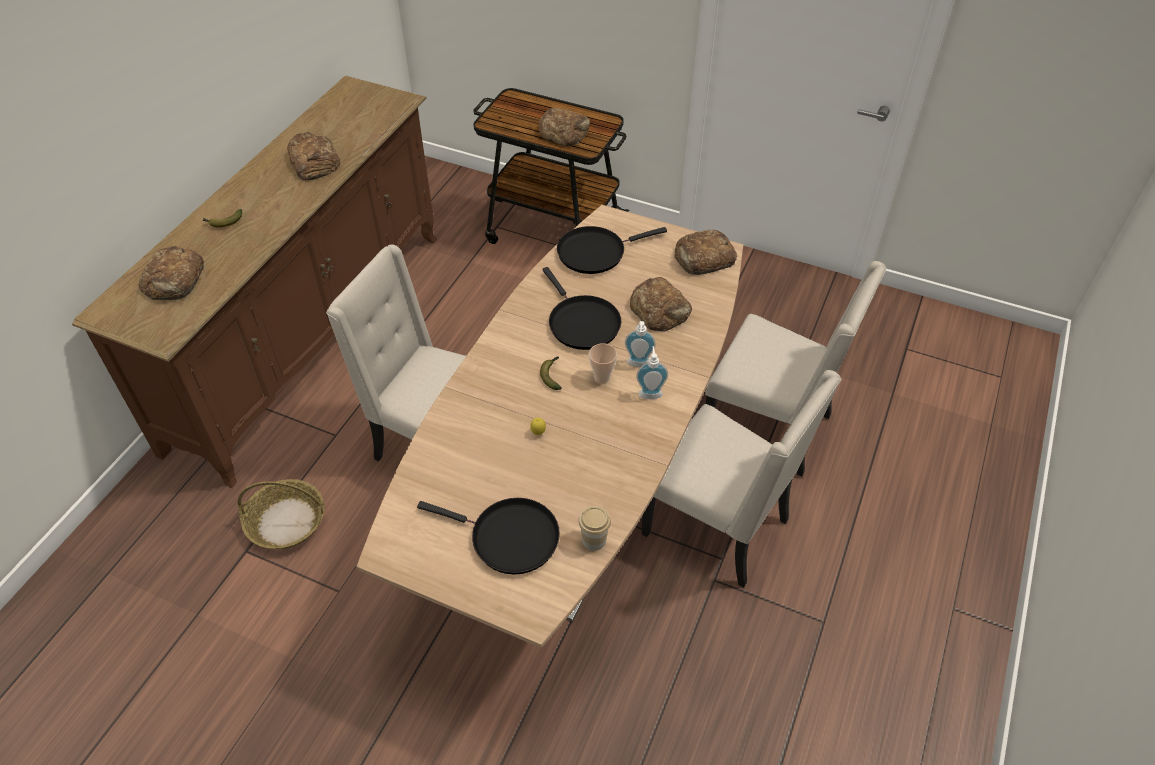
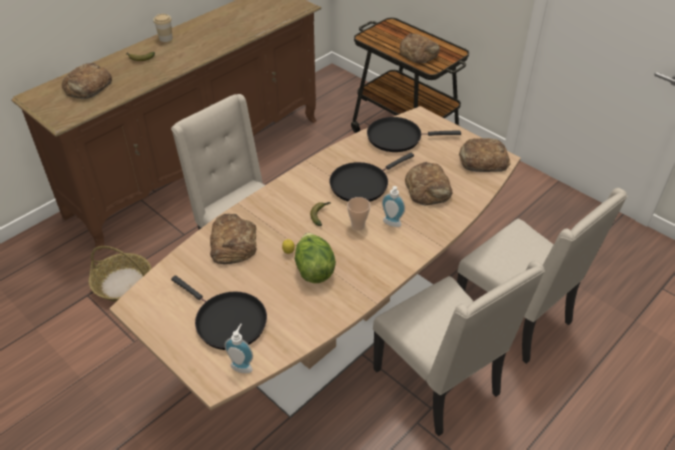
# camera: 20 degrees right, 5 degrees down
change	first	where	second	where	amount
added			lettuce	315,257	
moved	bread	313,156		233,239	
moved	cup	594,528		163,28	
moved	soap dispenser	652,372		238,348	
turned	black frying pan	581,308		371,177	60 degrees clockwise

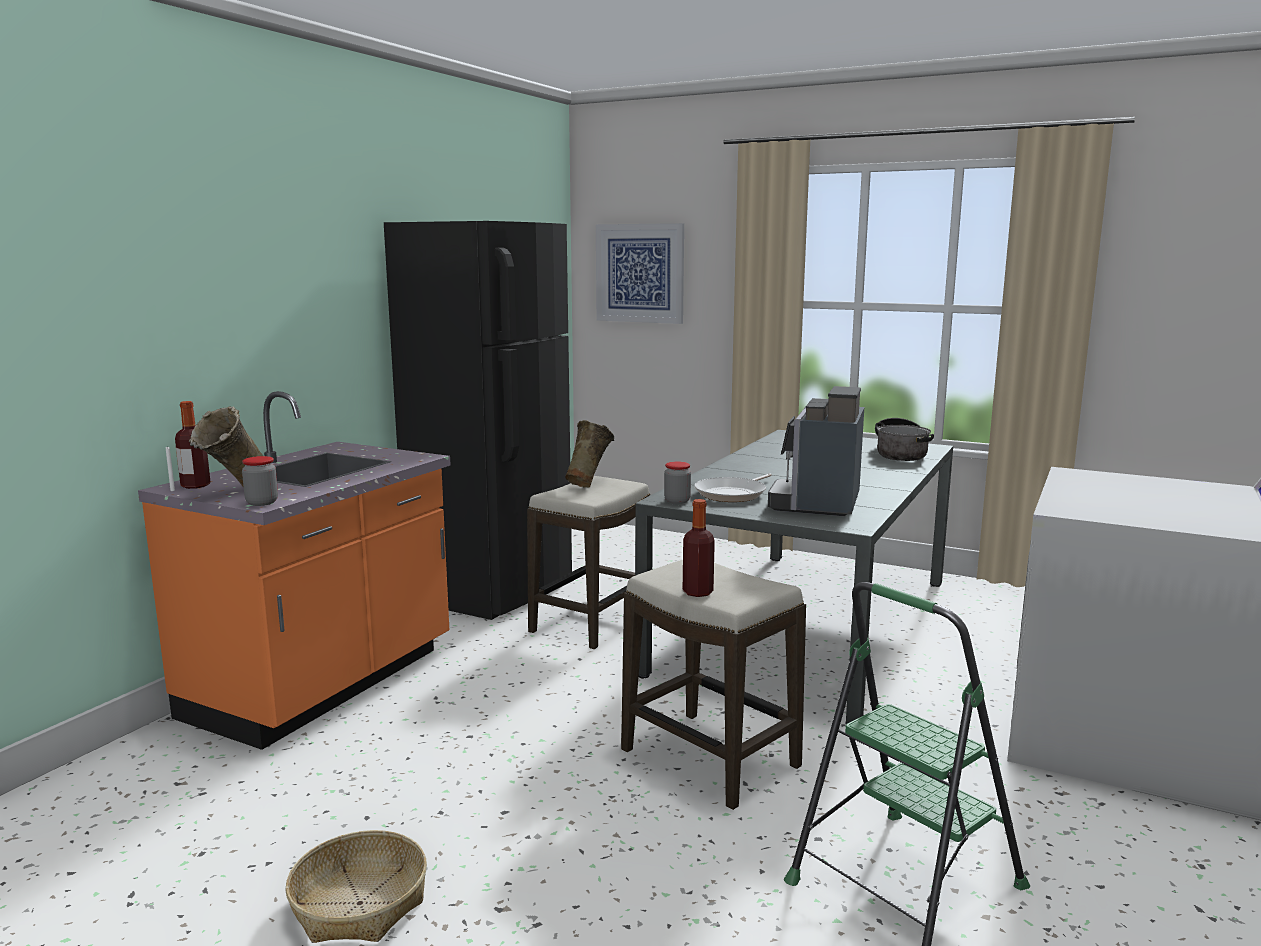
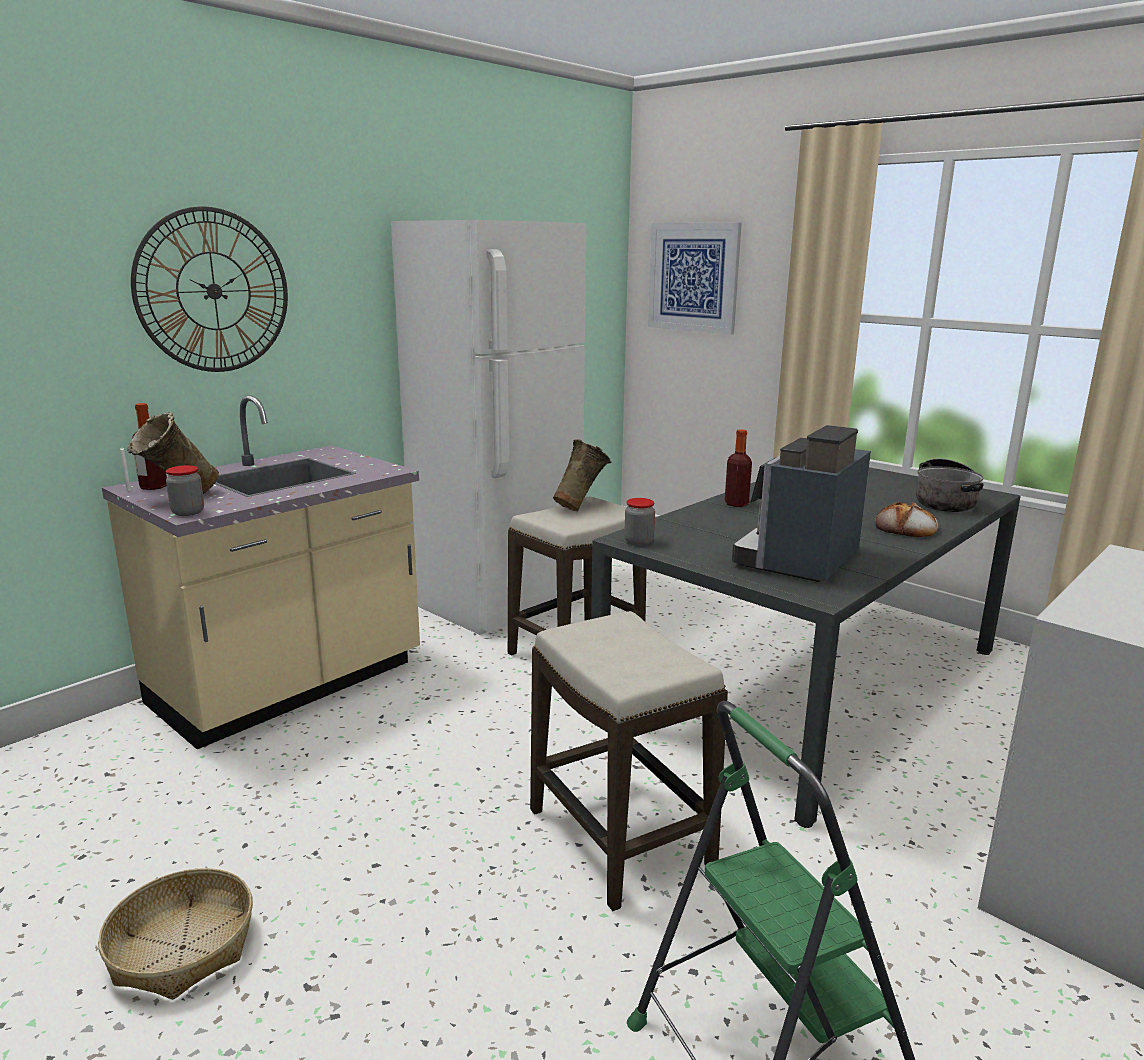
# camera: 15 degrees right, 5 degrees up
change	first	where	second	where	amount
removed	frying pan	733,487			
added			wall clock	209,289	
added			bread	906,519	
moved	bottle	699,548		738,468	
recoloured	orange counter	294,570	beige counter	261,572	
recoloured	black fridge	478,420	white fridge	489,427	

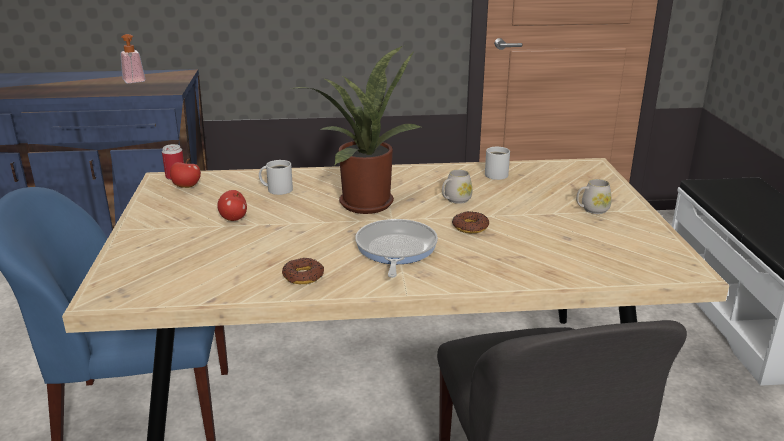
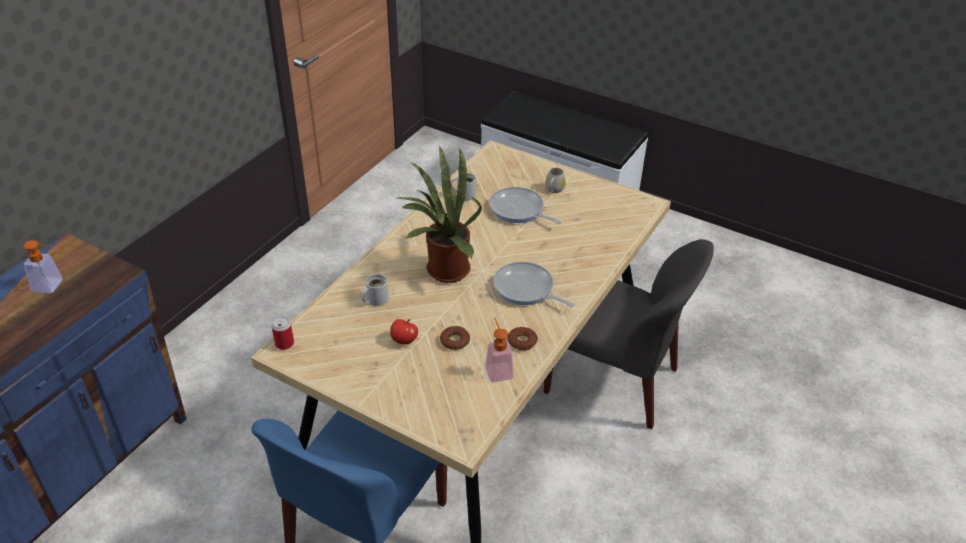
# camera: 55 degrees left, 15 degrees up
change	first	where	second	where	amount
removed	apple	185,173			
removed	white mug	457,186			
added			soap dispenser	499,349	
added			frying pan	525,205	
moved	donut	470,222		455,338	

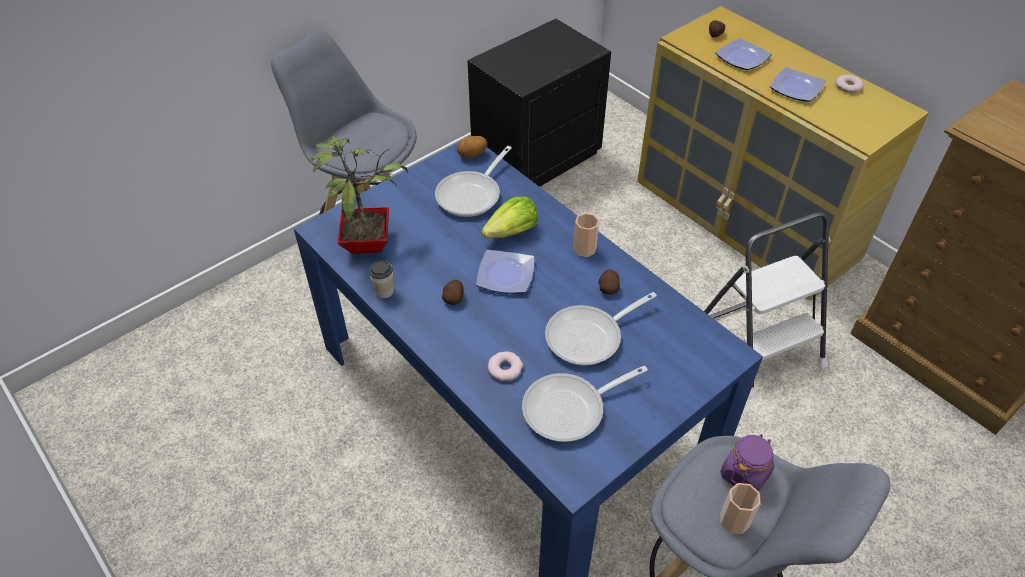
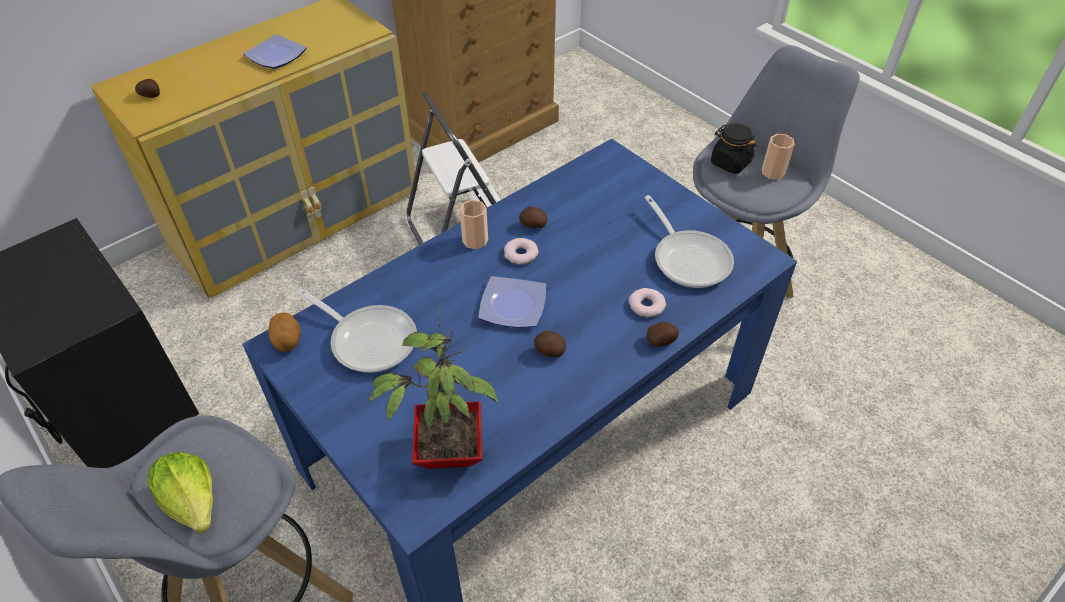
# camera: 90 degrees left, 0 degrees up
change	first	where	second	where	amount
removed	cup	381,279			
removed	frying pan	601,329			
removed	plate	743,54			
added			potato	663,334	
moved	lettuce	509,217		180,492	
moved	donut	850,84		521,251	
recoloured	purple jar	747,463	black jar	733,148	

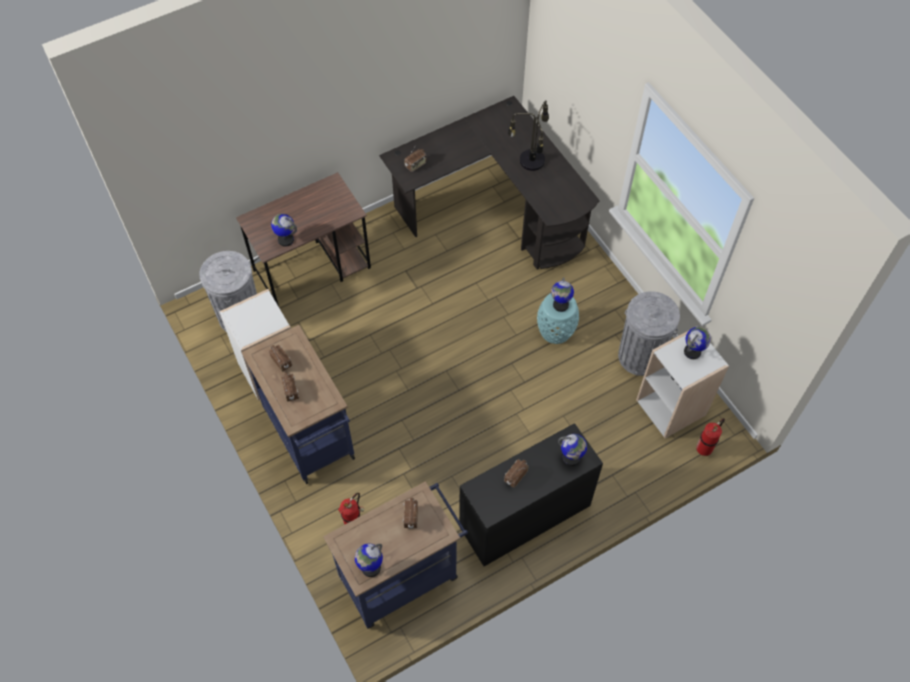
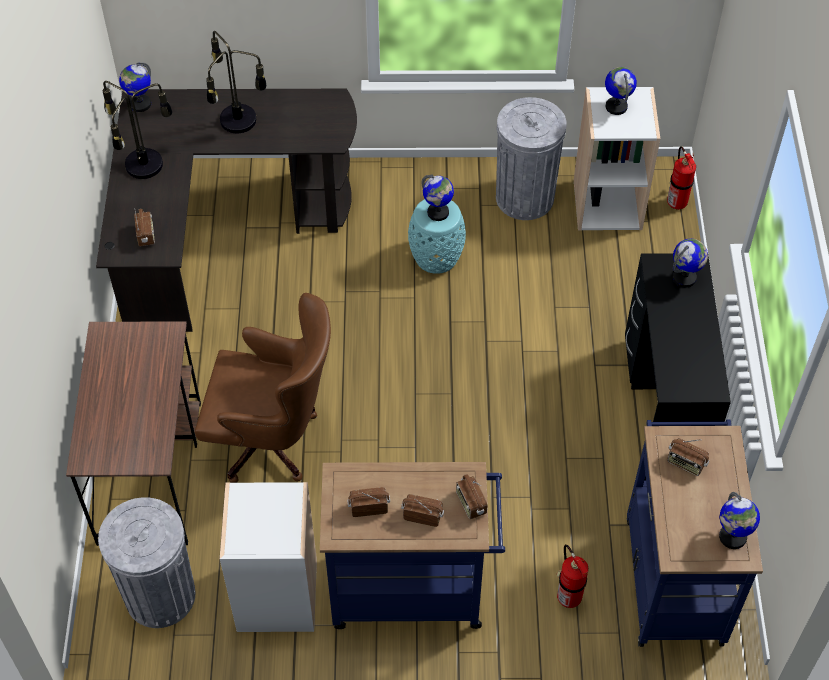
# camera: 60 degrees left, 5 degrees down
change	first	where	second	where	amount
added			table lamp	137,130	
added			brown office chair	263,388	
moved	globe	284,230		135,87	
moved	radio	516,473		471,496	

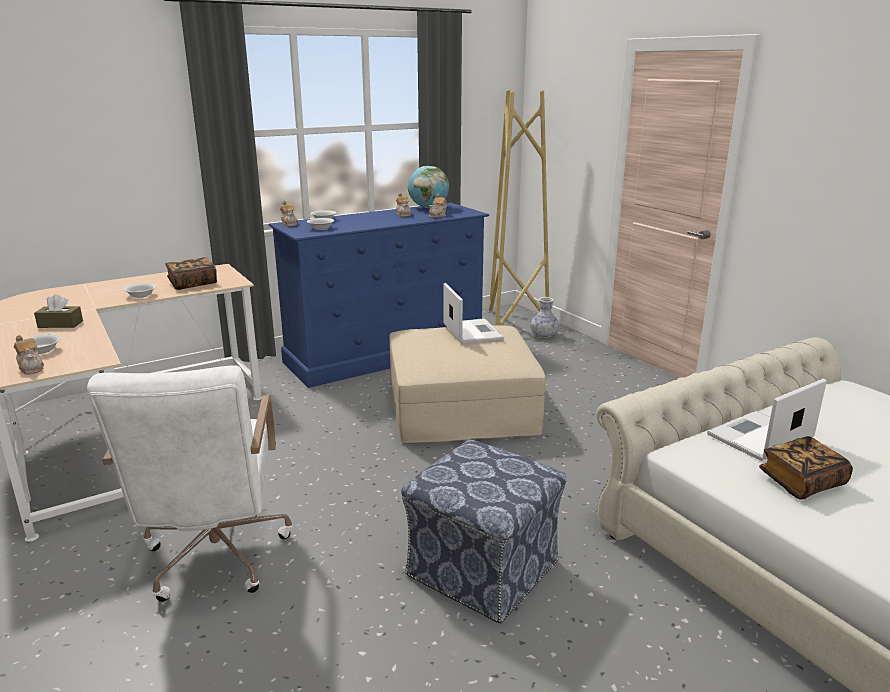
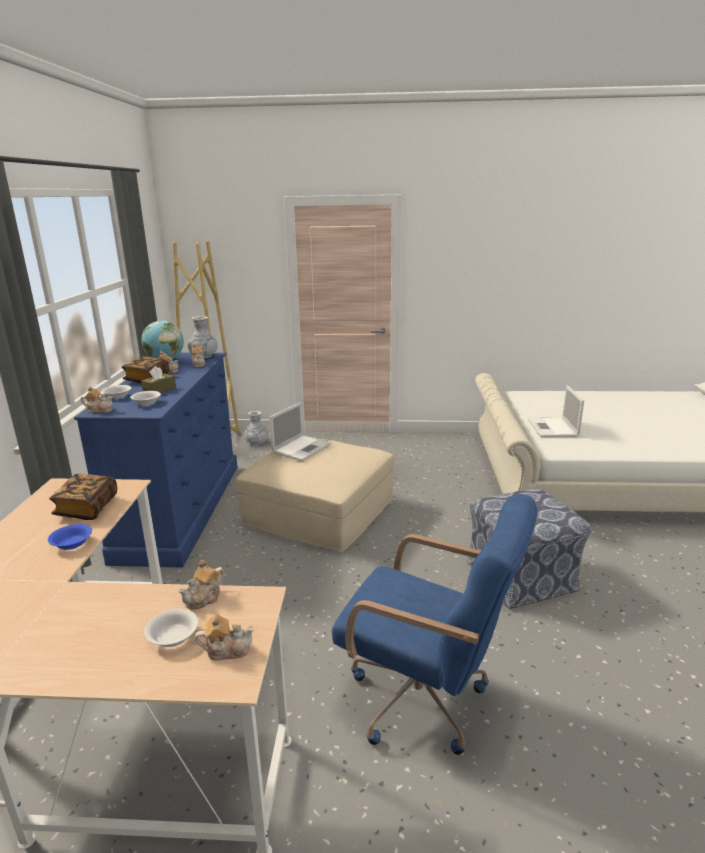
# camera: 55 degrees left, 0 degrees up
change	first	where	second	where	amount
added			teapot	201,585	
added			vase	203,337	
moved	brown tissue box	58,311		158,379	
moved	book	806,468		145,370	
recoloured	white office chair	190,483	blue office chair	434,624	
recoloured	white bowl	139,290	blue bowl	70,537	
turned	laptop	473,313		300,431	105 degrees clockwise

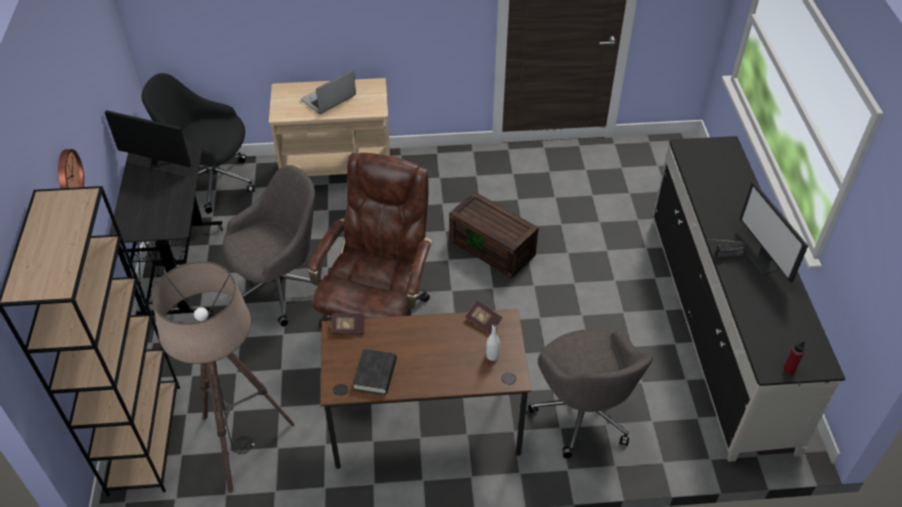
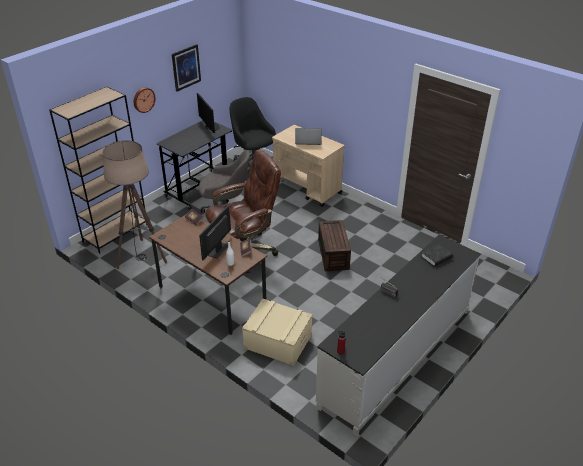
# camera: 45 degrees right, 10 degrees down
change	first	where	second	where	amount
added			picture	186,68	
moved	black book	375,372		437,255	
moved	monitor	774,232		215,232	
replaced	grey office chair	590,393	beige storage box	277,332	

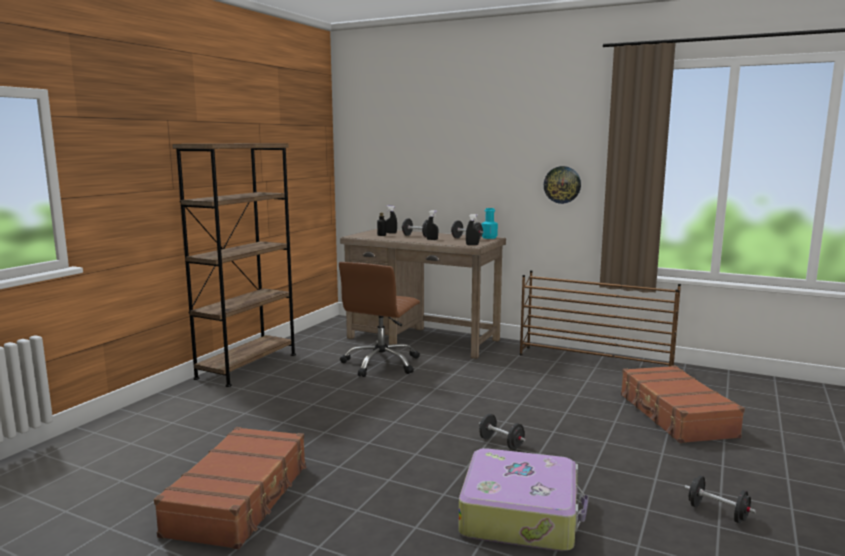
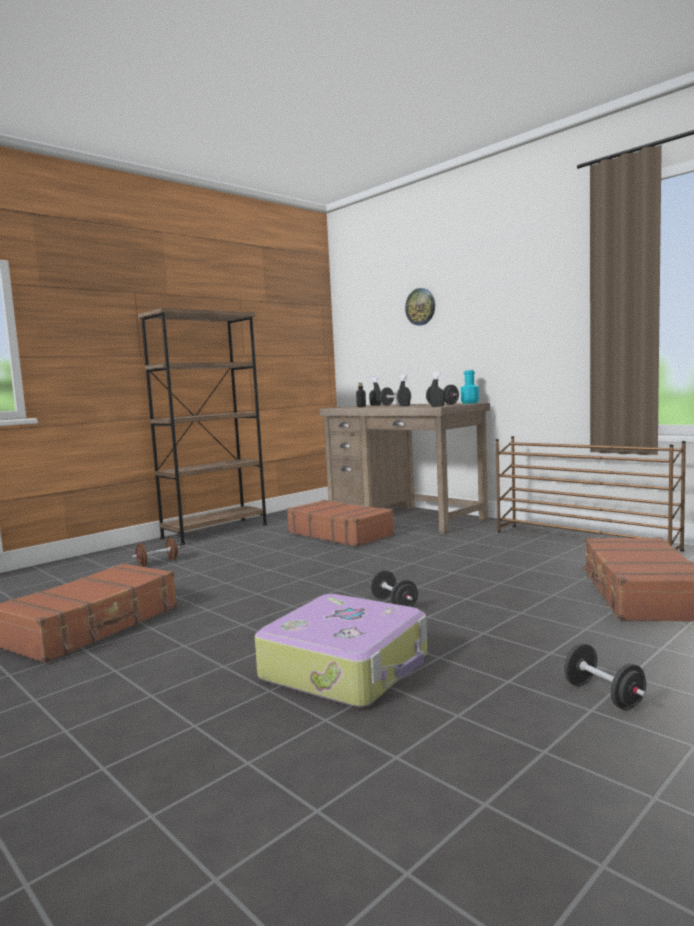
# camera: 20 degrees right, 5 degrees down
change	first	where	second	where	amount
added			brown dumbbell	156,552	
moved	wall clock	562,185		420,307	
replaced	brown office chair	379,319	brown suitcase	341,523	

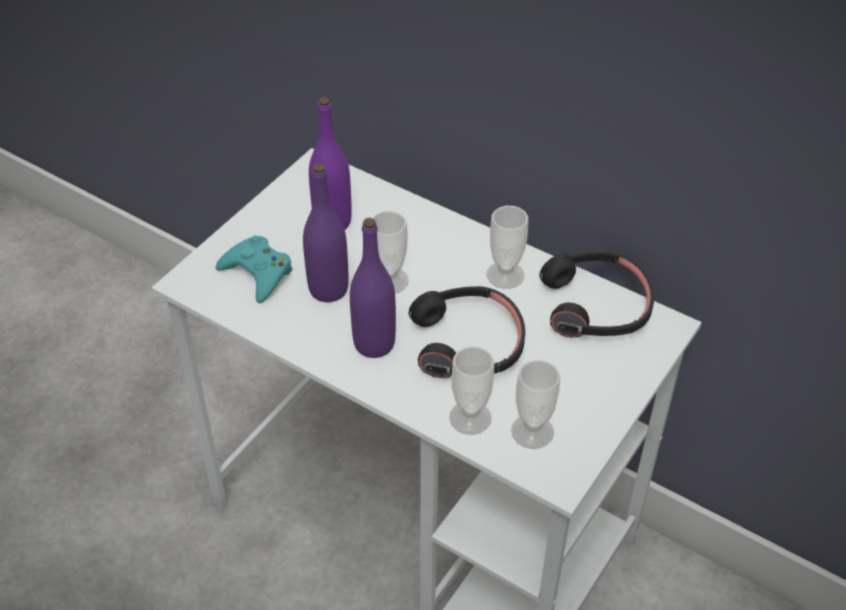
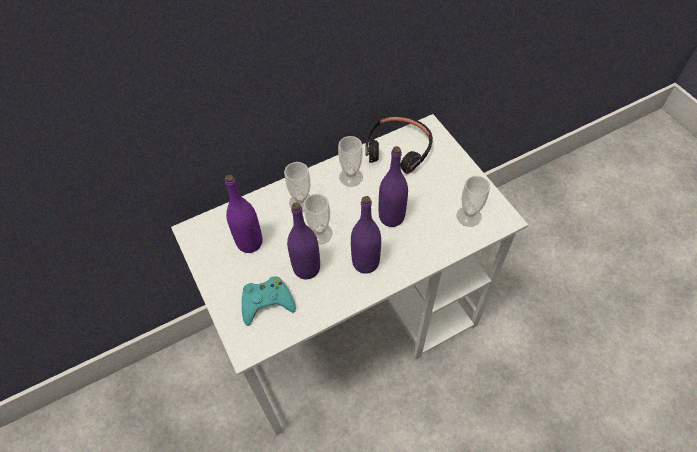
# camera: 60 degrees left, 10 degrees up
change	first	where	second	where	amount
moved	cup	471,390		297,187	
replaced	black headphones	467,332	purple bottle	393,186	

